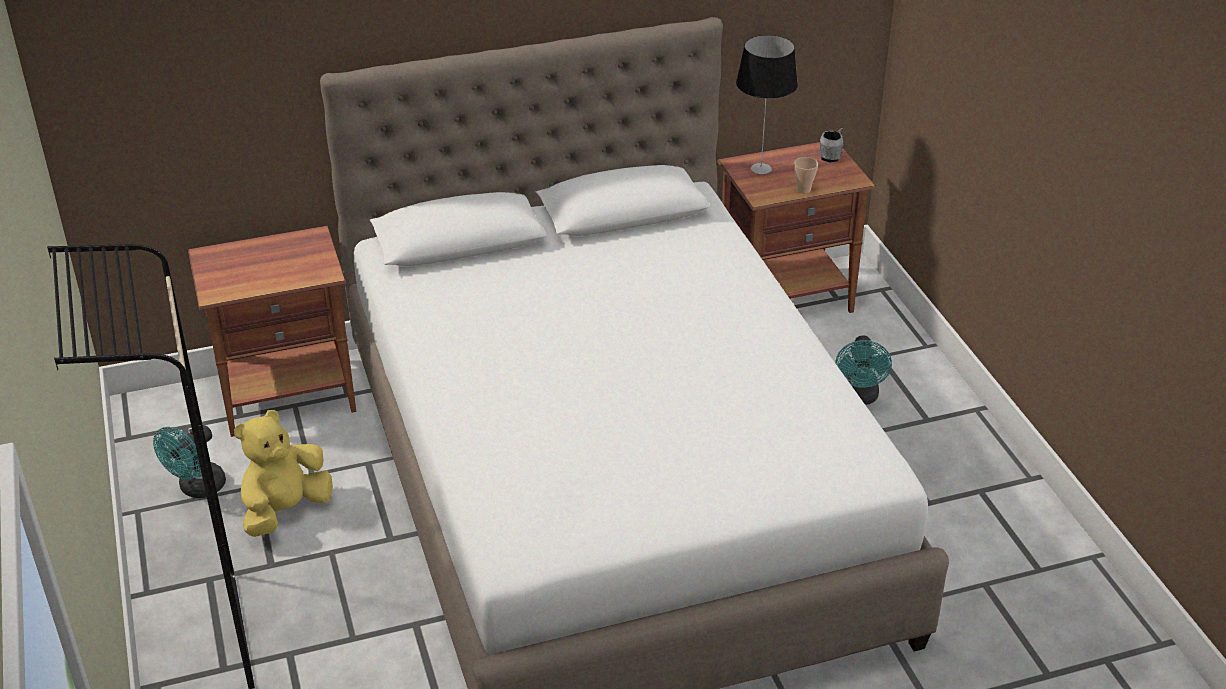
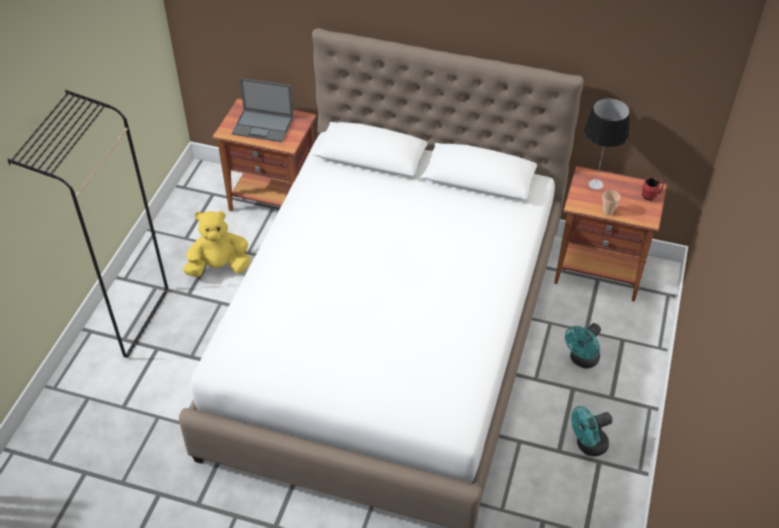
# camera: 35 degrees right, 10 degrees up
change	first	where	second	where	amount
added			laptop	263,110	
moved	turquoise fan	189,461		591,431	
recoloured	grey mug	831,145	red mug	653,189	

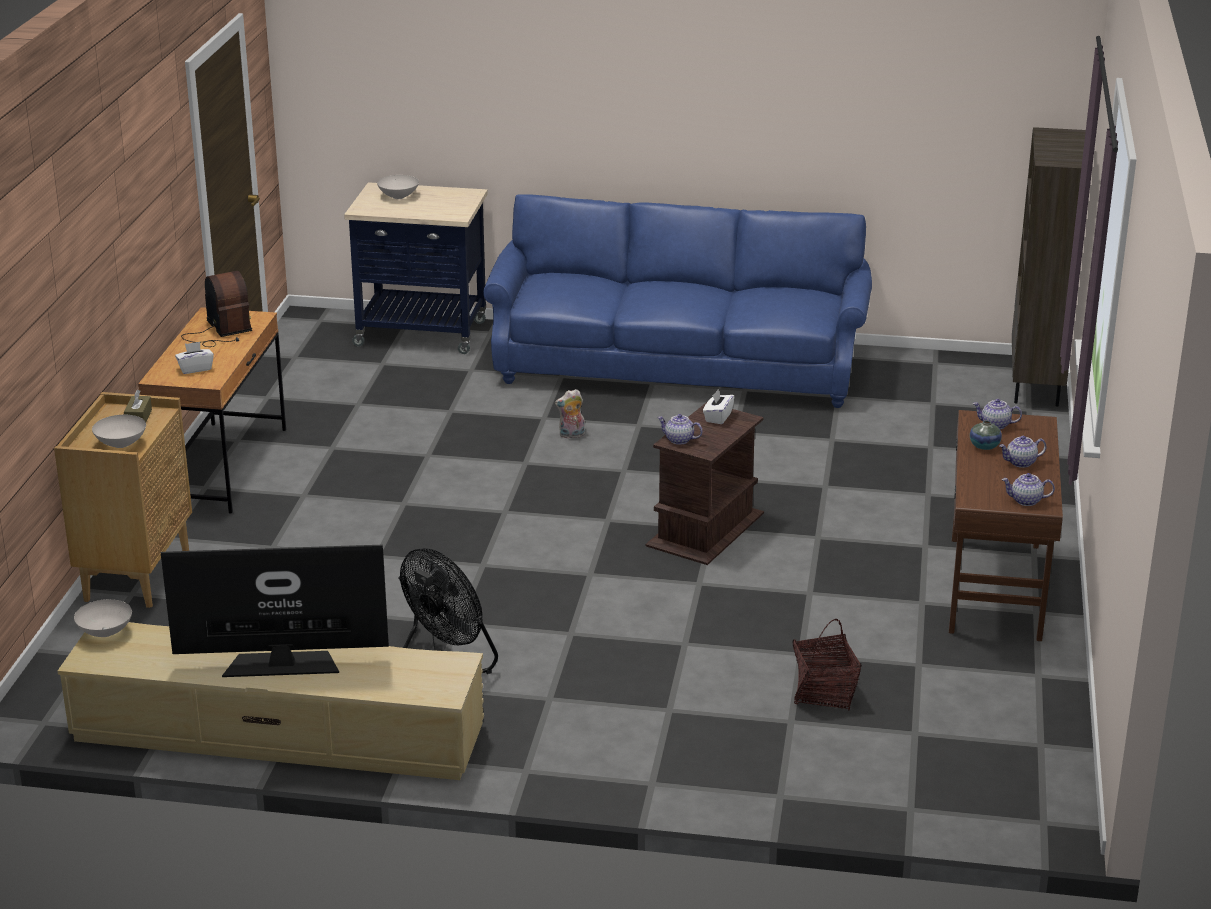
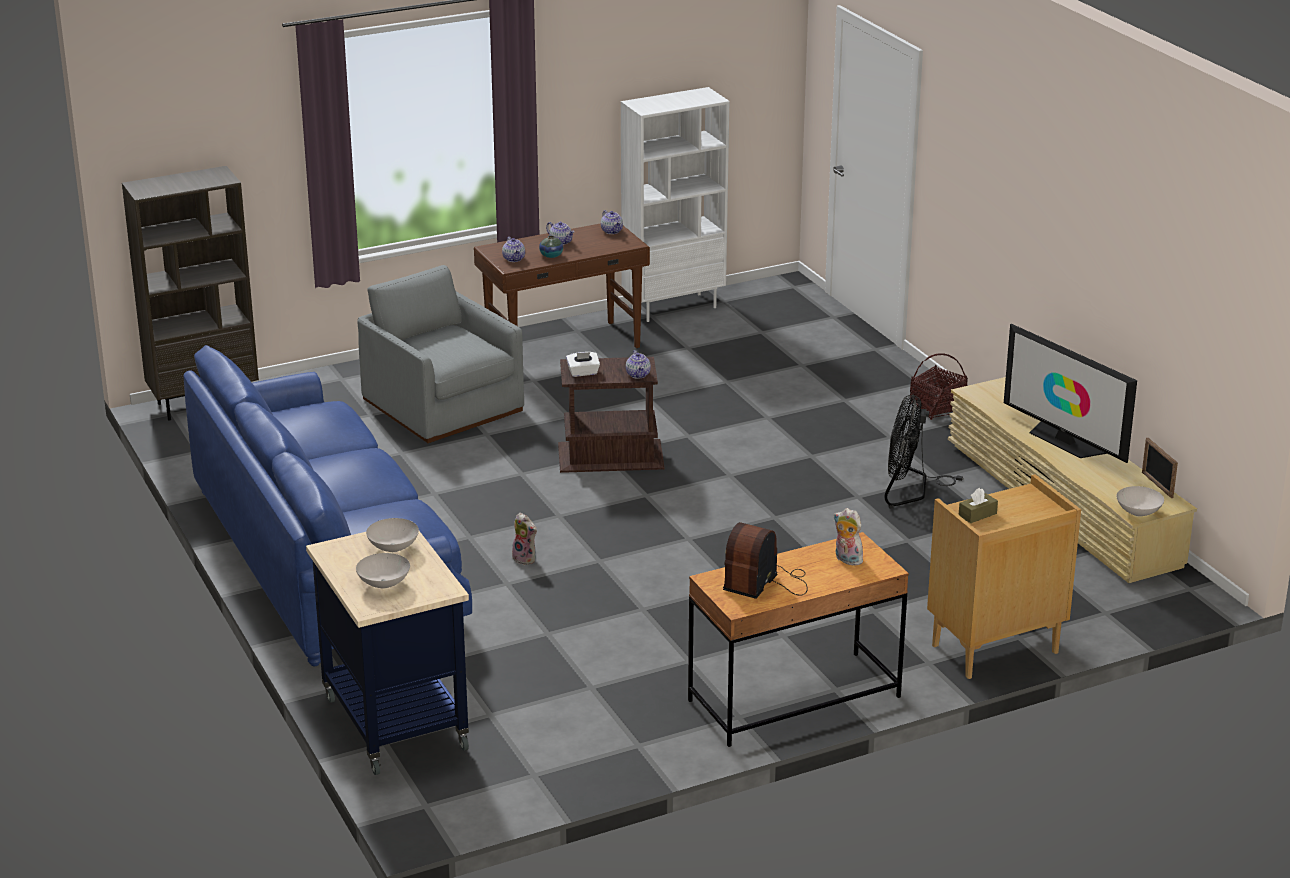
# camera: 125 degrees left, 0 degrees up
change	first	where	second	where	amount
added			grey armchair	440,354	
added			white bookcase	675,204	
added			picture frame	1160,468	
moved	white bowl	119,431		392,535	
moved	basket	827,665		939,386	
replaced	white tissue box	194,358	plush toy	848,537	

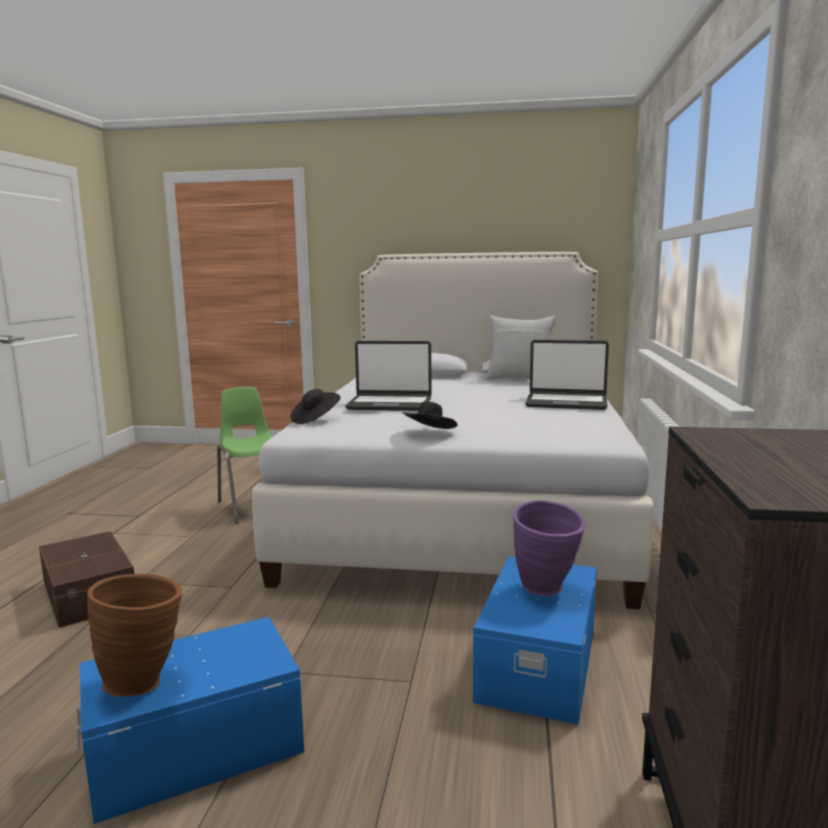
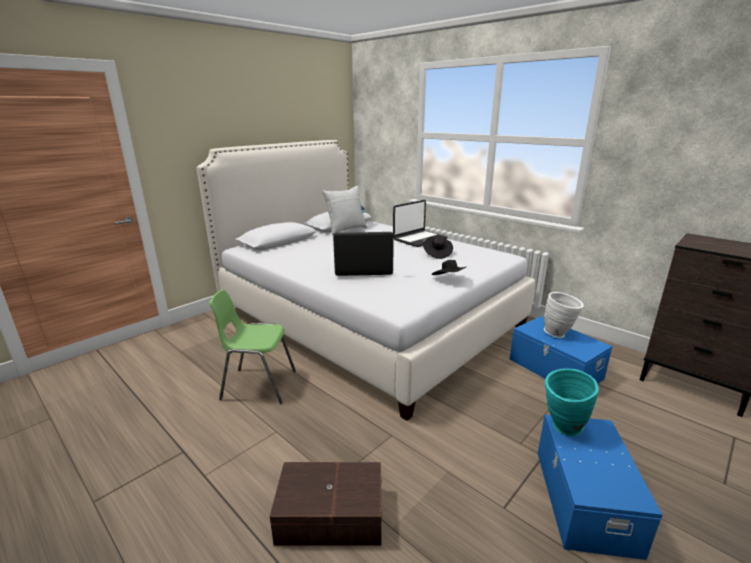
# camera: 55 degrees left, 10 degrees up
change	first	where	second	where	amount
removed	brown vase	134,635			
added			turquoise vase	572,403	
moved	black hat	315,406		438,247	
recoloured	purple vase	549,548	white vase	564,315	
turned	laptop	388,376		363,254	135 degrees counterclockwise

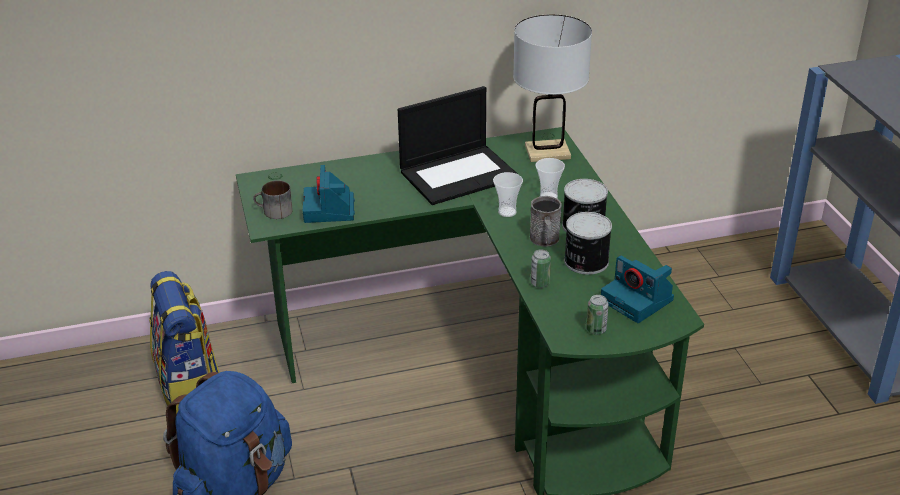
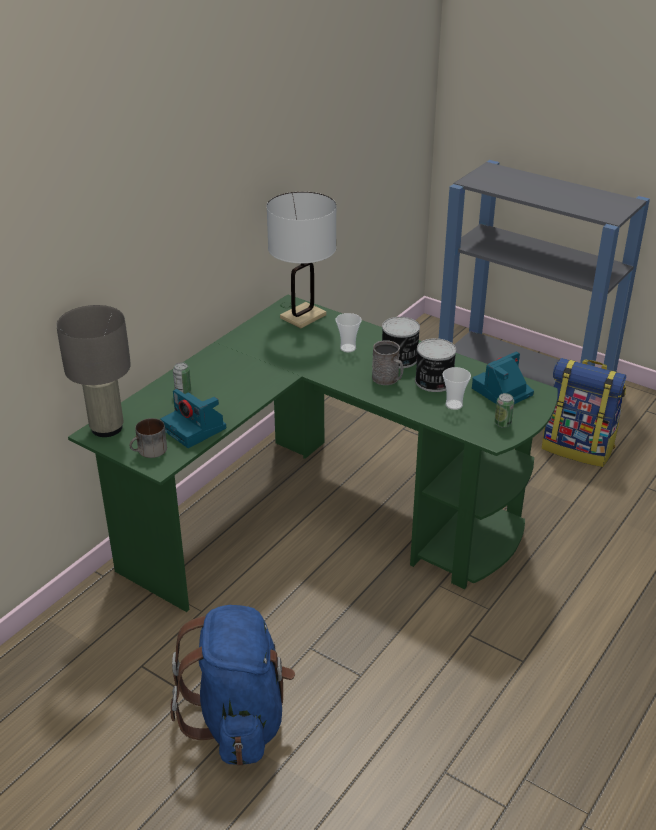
# camera: 40 degrees left, 0 degrees up
change	first	where	second	where	amount
removed	laptop	458,145			
added			grey table lamp	93,371	
moved	backpack	184,342		584,412	
moved	cup	508,194		456,388	
moved	can	541,268		182,378	
turned	photo camera	637,289		503,378	135 degrees clockwise

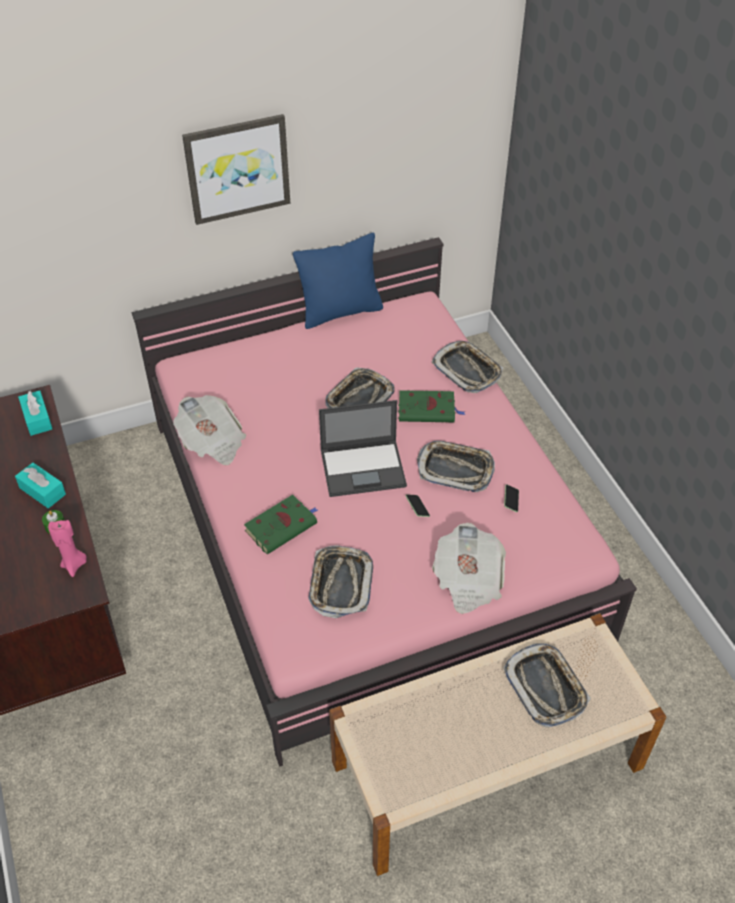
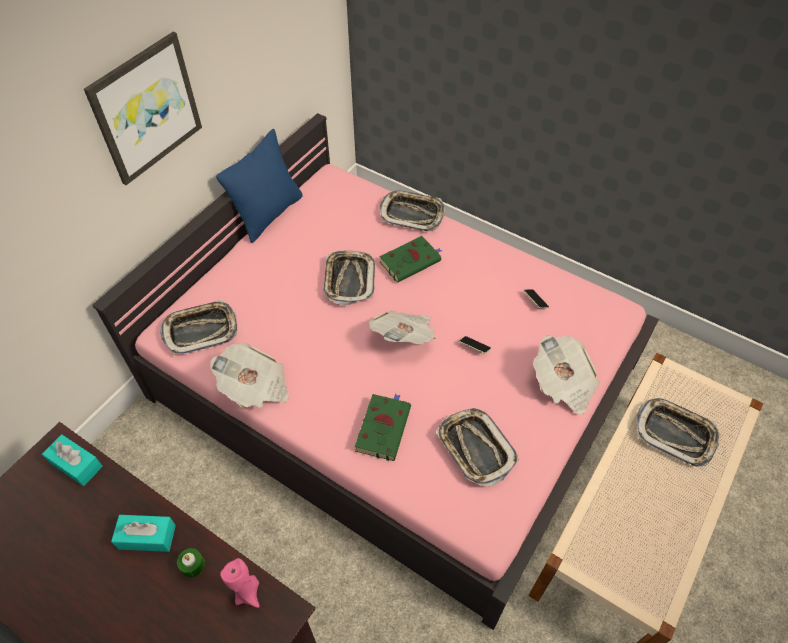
# camera: 35 degrees left, 5 degrees up
change	first	where	second	where	amount
moved	tray	456,466		198,327	
replaced	laptop	363,448	newspaper	402,327	

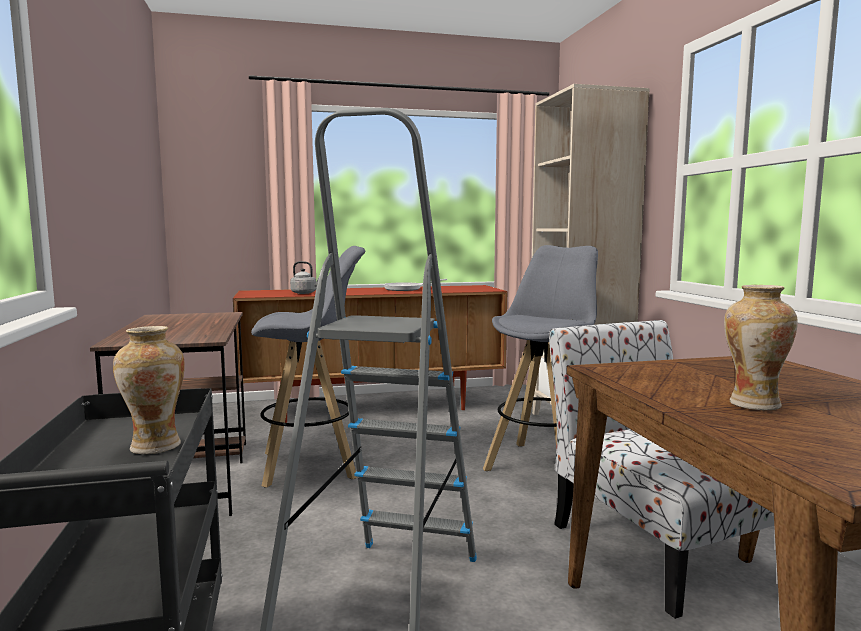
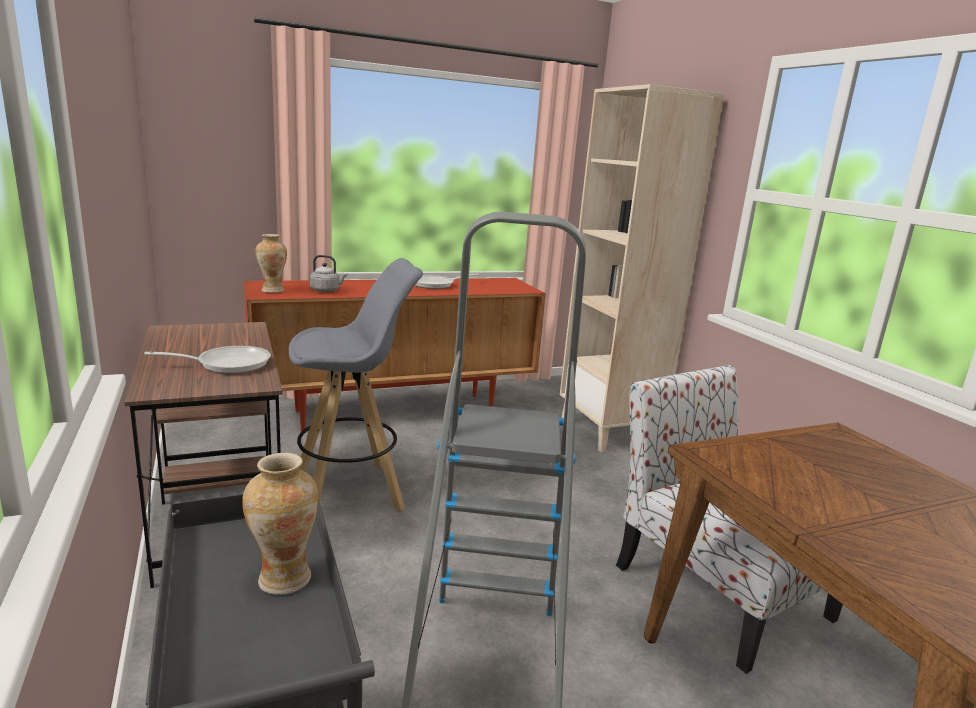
# camera: 10 degrees left, 10 degrees up
change	first	where	second	where	amount
removed	grey stool	540,358			
added			frying pan	207,360	
moved	vase	761,347		271,263	

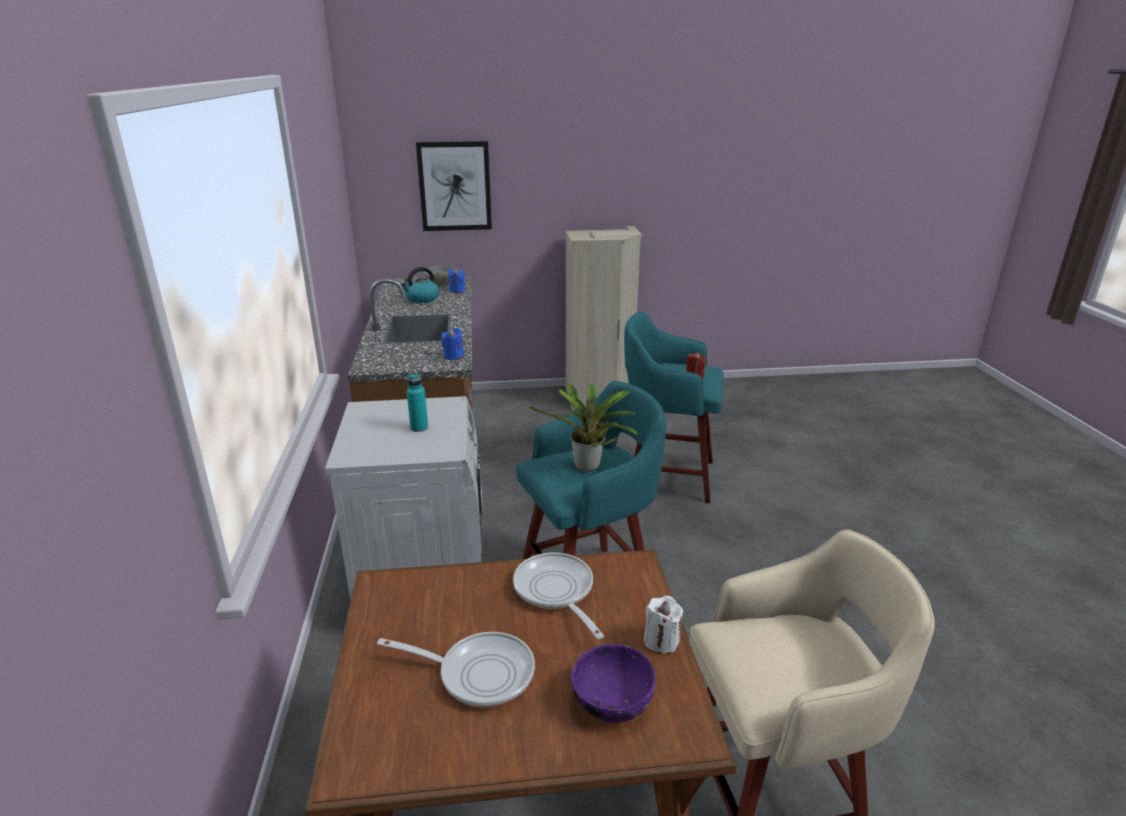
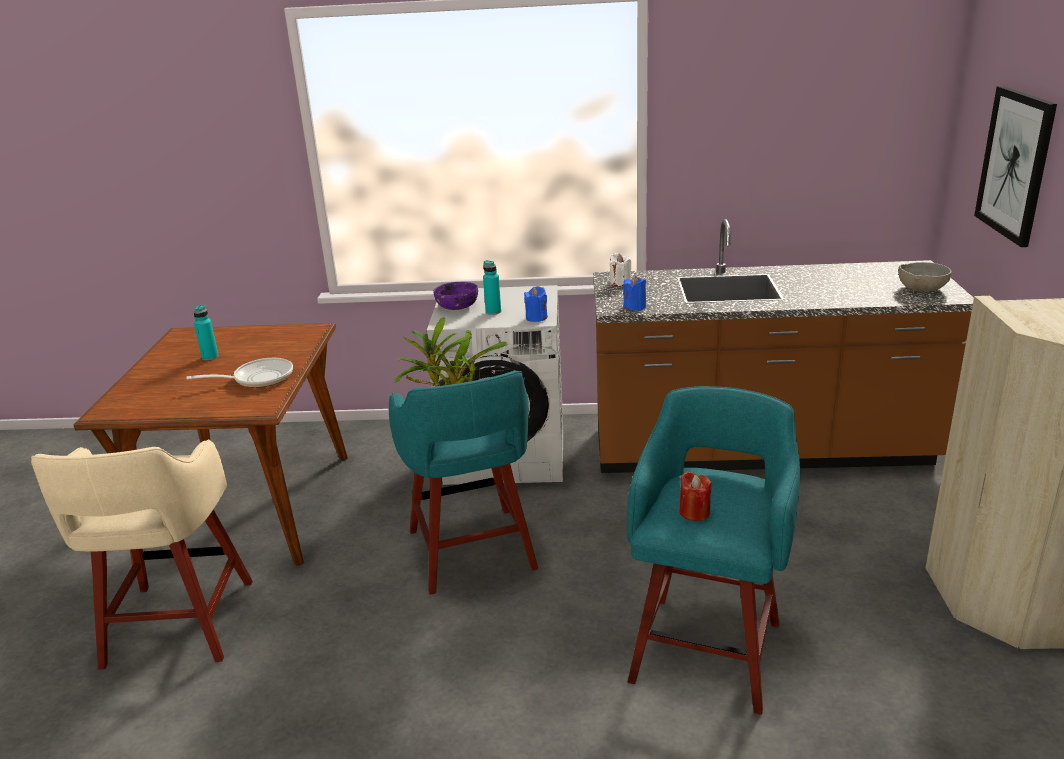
# camera: 100 degrees right, 0 degrees up
change	first	where	second	where	amount
removed	kettle	420,285			
moved	blue candle	456,280		536,304	
moved	purple bowl	613,683		456,296	
moved	white candle	663,625		620,269	
replaced	frying pan	456,669	turquoise bottle	206,333	

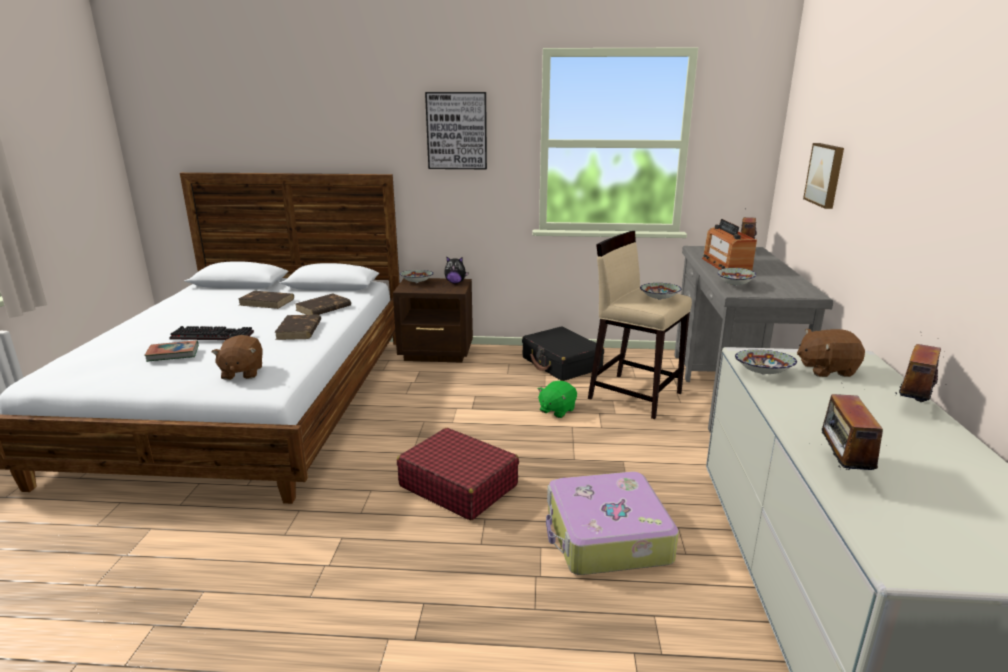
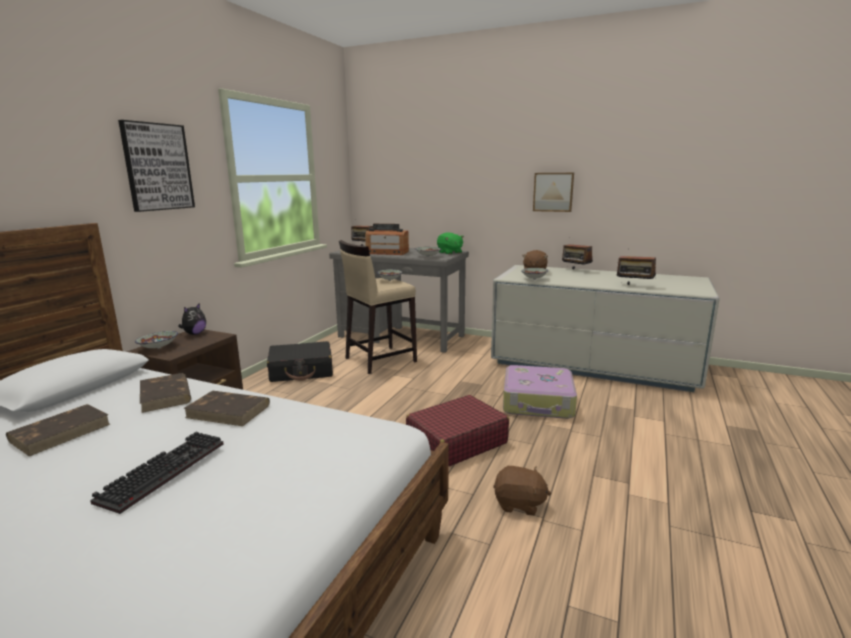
# camera: 70 degrees left, 5 degrees down
change	first	where	second	where	amount
removed	book	171,351			
moved	brown plush toy	237,357		522,491	
moved	green plush toy	557,399		450,243	
moved	picture	823,176		553,192	

